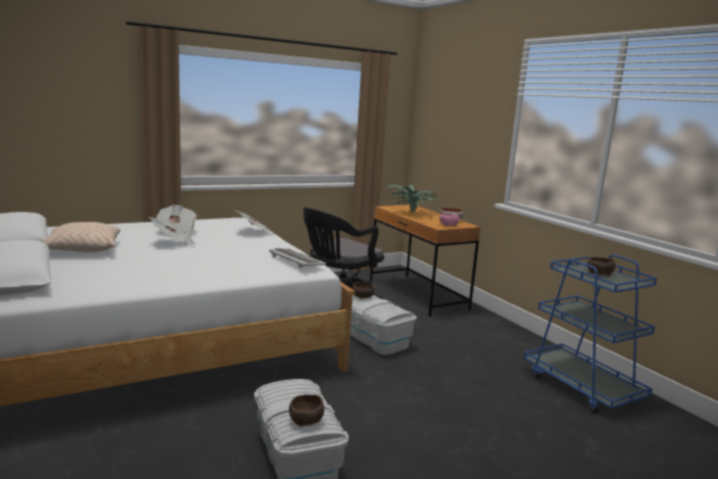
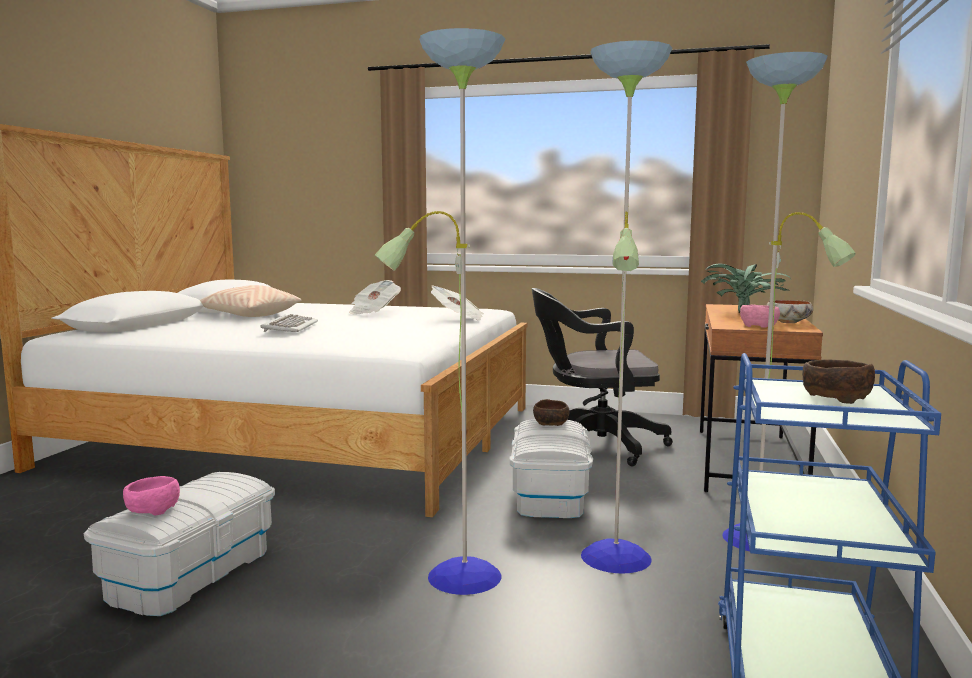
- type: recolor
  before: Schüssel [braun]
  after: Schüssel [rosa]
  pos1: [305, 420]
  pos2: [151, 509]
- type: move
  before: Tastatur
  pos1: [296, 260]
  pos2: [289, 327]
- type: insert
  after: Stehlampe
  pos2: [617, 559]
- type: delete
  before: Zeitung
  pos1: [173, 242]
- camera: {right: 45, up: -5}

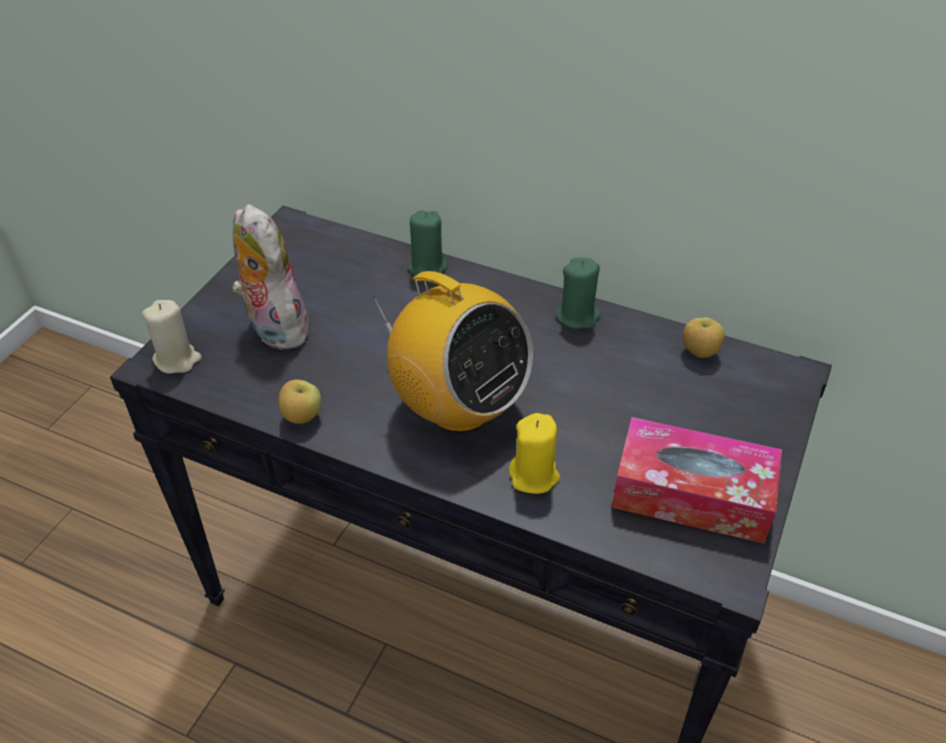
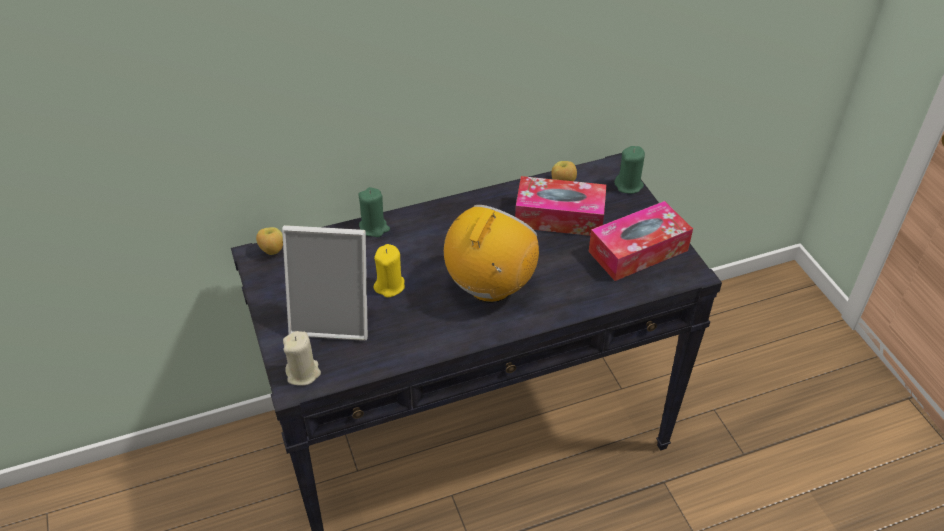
- type: move
  before: Apfel
  pos1: [302, 417]
  pos2: [272, 251]
- type: replace
  before: Plüschtier
  after: Bilderrahmen
  pos1: [273, 327]
  pos2: [334, 317]
- type: move
  before: Kerze [gelb]
  pos1: [534, 475]
  pos2: [390, 286]
- type: rotate
  before: Radio
  pos1: [458, 407]
  pos2: [490, 287]
  turn: -60
- type: insert
  after: Taschentuchbox
  pos2: [559, 217]
- type: move
  before: Kerze [grün]
  pos1: [578, 316]
  pos2: [629, 185]
- camera: {right: -45, up: 0}

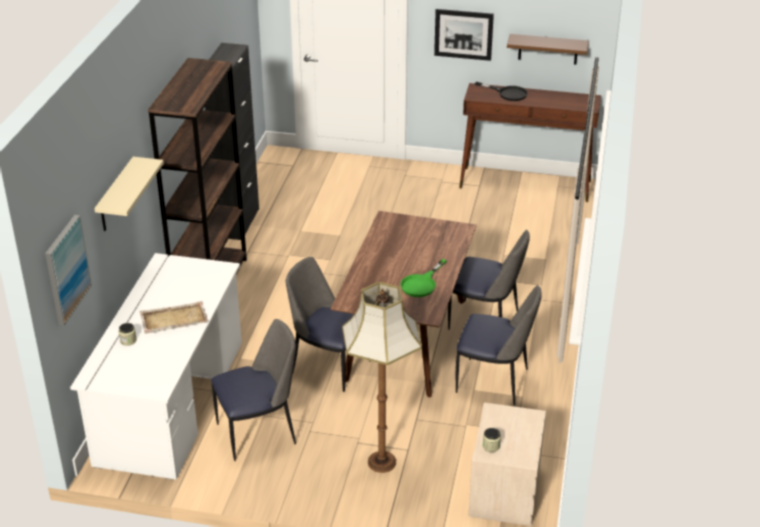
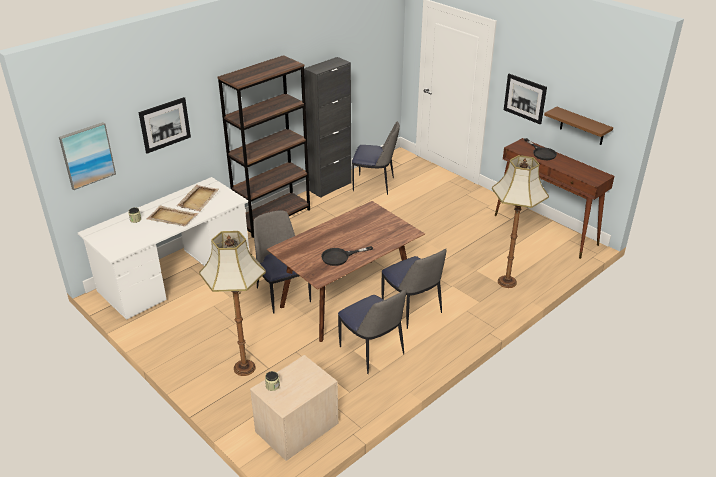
- type: replace
  before: Wandregal [beige]
  after: Bild
  pos1: [116, 196]
  pos2: [165, 125]
- type: insert
  after: Tablett [beige]
  pos2: [198, 199]
- type: recolor
  before: Pfanne [grün]
  after: Pfanne [schwarz]
  pos1: [421, 284]
  pos2: [340, 257]
- type: move
  before: Stuhl
  pos1: [259, 433]
  pos2: [375, 185]
- type: insert
  after: Stehlampe
  pos2: [507, 281]
- camera: {right: 35, up: 0}

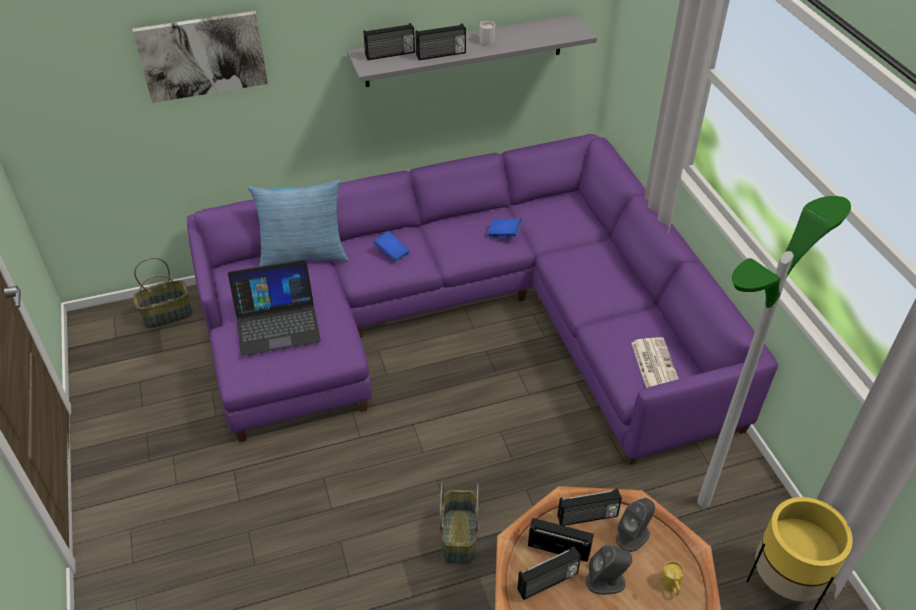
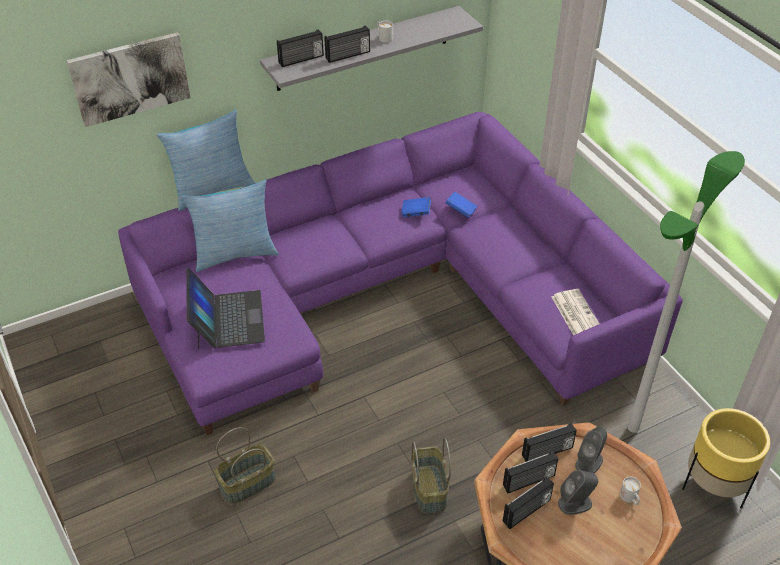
- type: insert
  after: Kissen
  pos2: [212, 190]
- type: rotate
  before: Laptop
  pos1: [277, 323]
  pos2: [227, 319]
  turn: -75
- type: move
  before: Korb
  pos1: [167, 314]
  pos2: [248, 483]
- type: move
  before: Buch [blau]
  pos1: [392, 253]
  pos2: [460, 210]
- type: rotate
  before: Radio
  pos1: [559, 548]
  pos2: [529, 481]
  turn: 150
- type: recolor
  before: Henkelbecher [gelb]
  after: Henkelbecher [weiß]
  pos1: [671, 586]
  pos2: [630, 498]
- camera: {right: -10, up: 0}

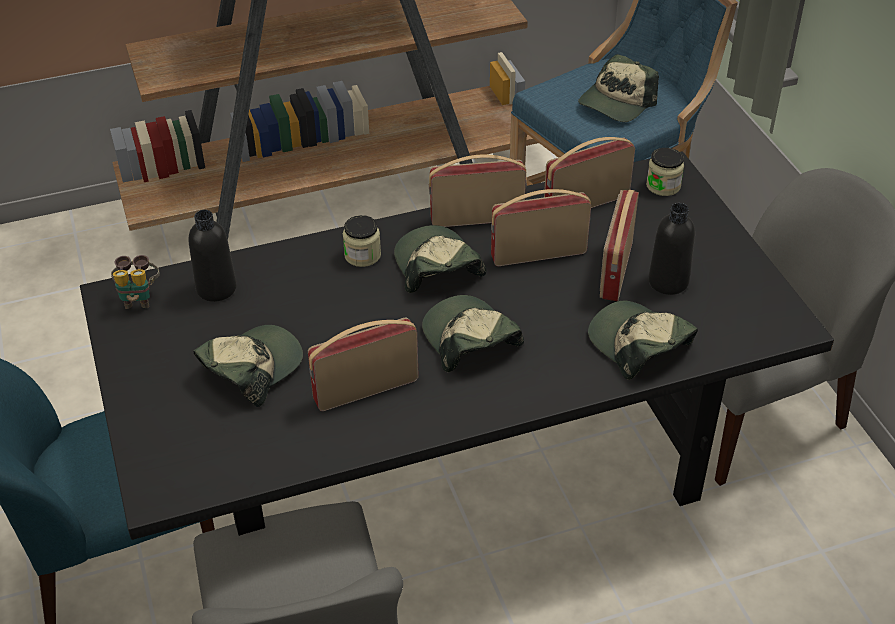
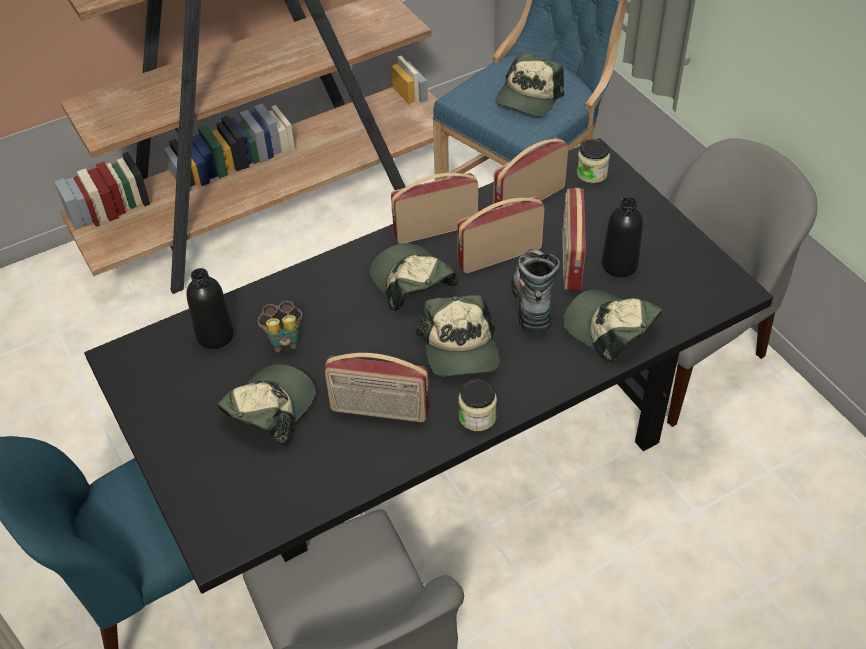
- type: move
  before: Fernglas
  pos1: [138, 298]
  pos2: [284, 340]
- type: rotate
  before: Radio
  pos1: [365, 388]
  pos2: [379, 411]
  turn: -135
- type: rotate
  before: Kappe
  pos1: [470, 340]
  pos2: [460, 348]
  turn: -150
- type: move
  before: Vorratsglas
  pos1: [362, 255]
  pos2: [477, 416]
- type: insert
  after: Stiefel
  pos2: [533, 298]
- camera: {right: -10, up: 5}

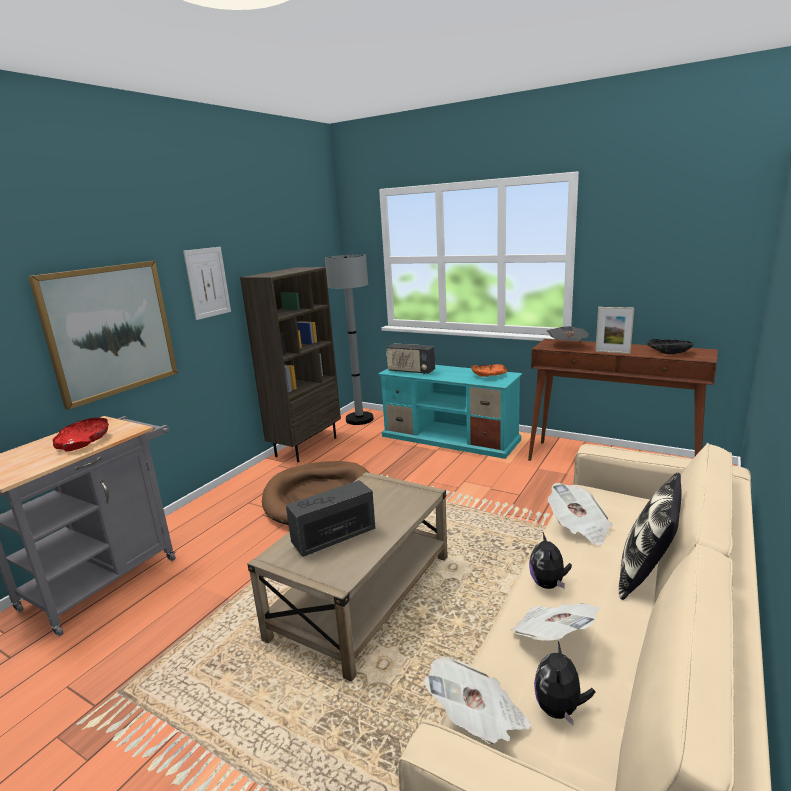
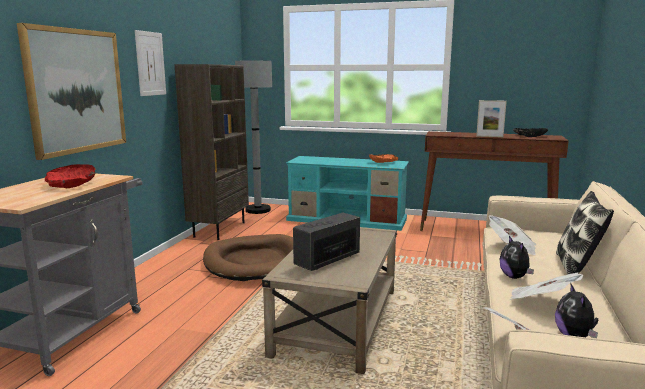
- type: delete
  before: Radio
  pos1: [411, 371]
- type: delete
  before: Zeitung
  pos1: [568, 345]
- camera: {right: -15, up: -5}

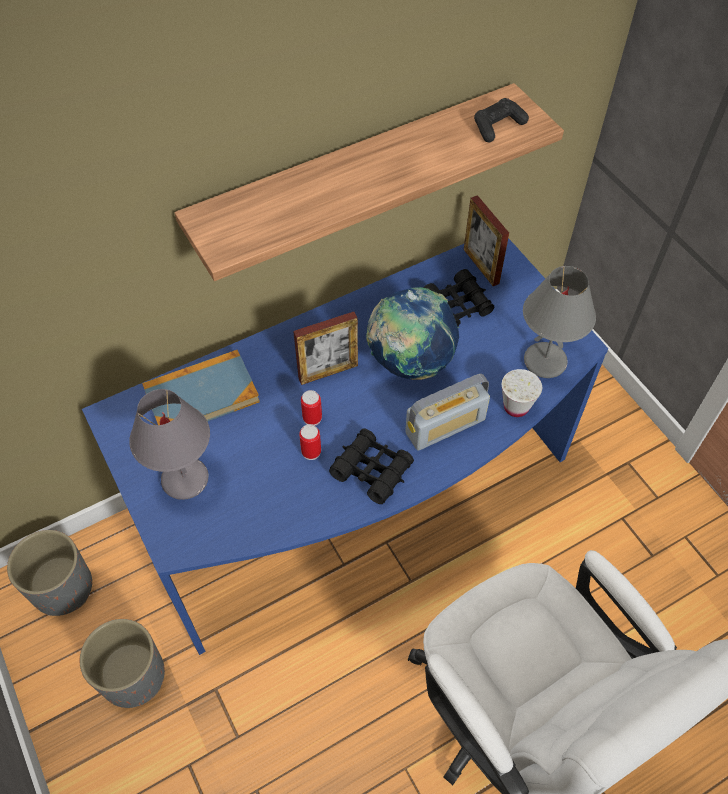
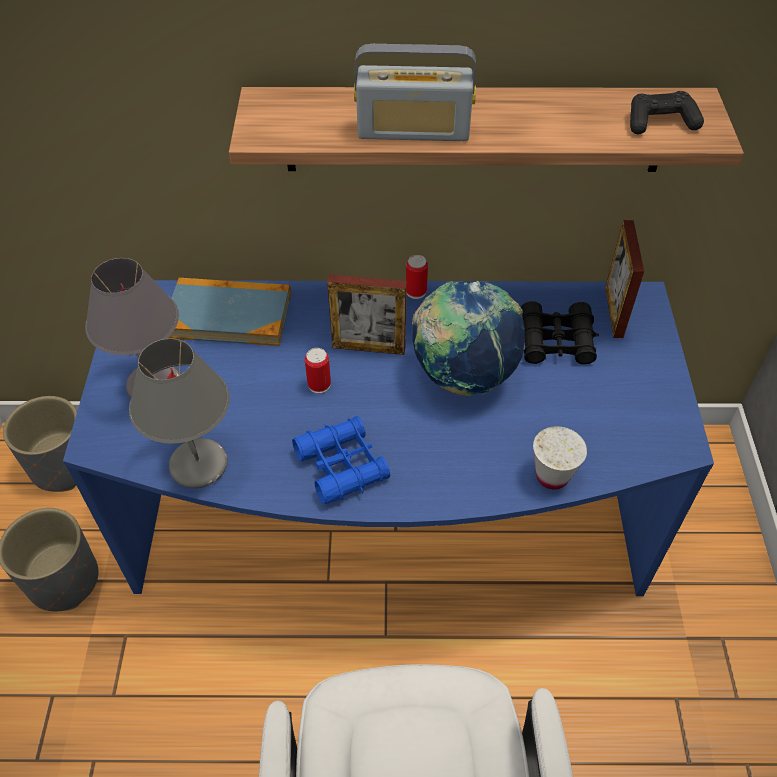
- type: move
  before: Tischlampe [grau]
  pos1: [545, 361]
  pos2: [200, 465]
- type: recolor
  before: Fernglas [schwarz]
  after: Fernglas [blau]
  pos1: [372, 470]
  pos2: [342, 465]
- type: move
  before: Radio
  pos1: [445, 426]
  pos2: [413, 130]
- type: move
  before: Dose
  pos1: [311, 451]
  pos2: [416, 291]
- camera: {right: 30, up: -5}

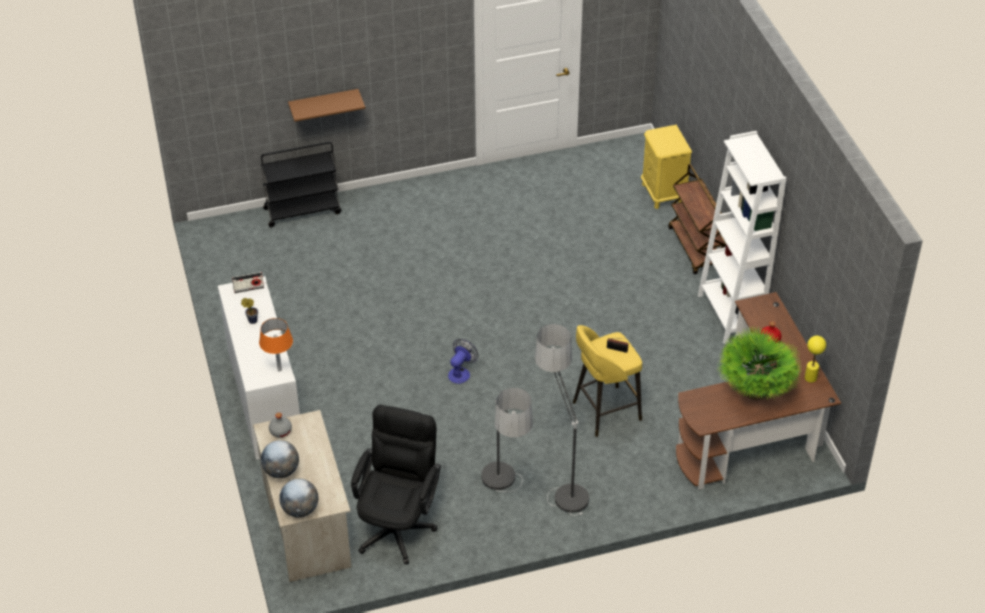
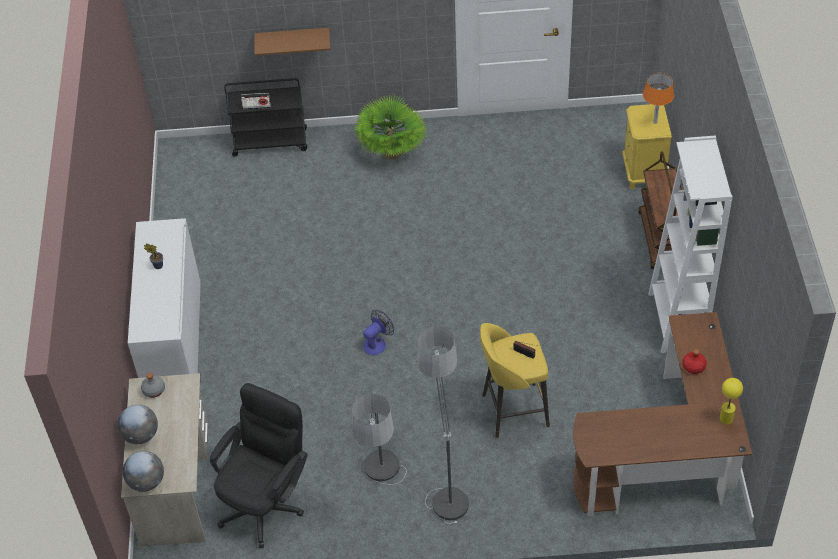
- type: move
  before: Radio
  pos1: [248, 288]
  pos2: [257, 107]
- type: move
  before: Topfpflanze
  pos1: [755, 392]
  pos2: [392, 152]
- type: move
  before: Tischlampe [orange]
  pos1: [279, 370]
  pos2: [655, 122]
- camera: {right: 15, up: 5}

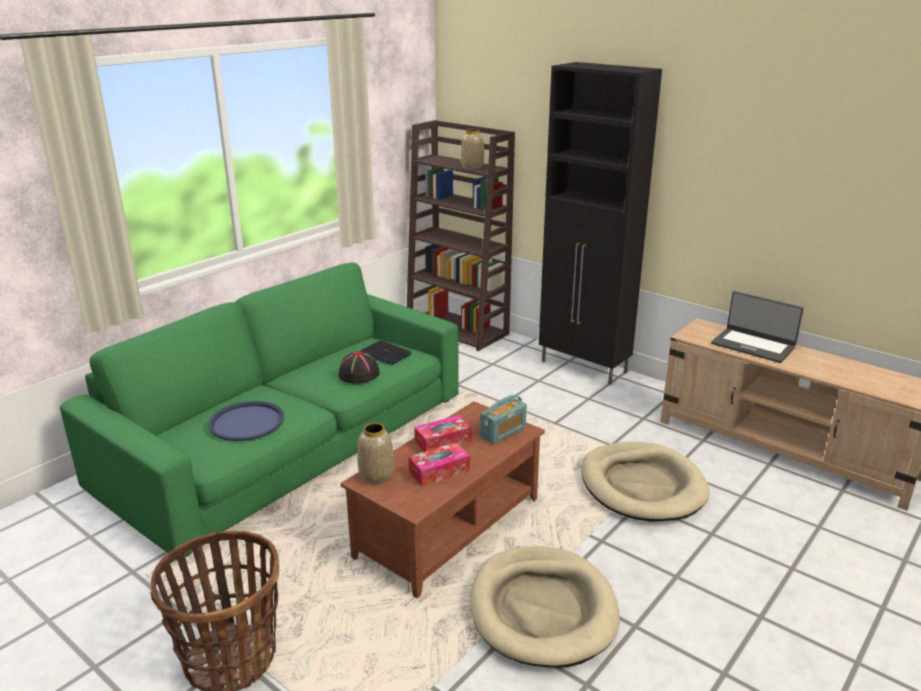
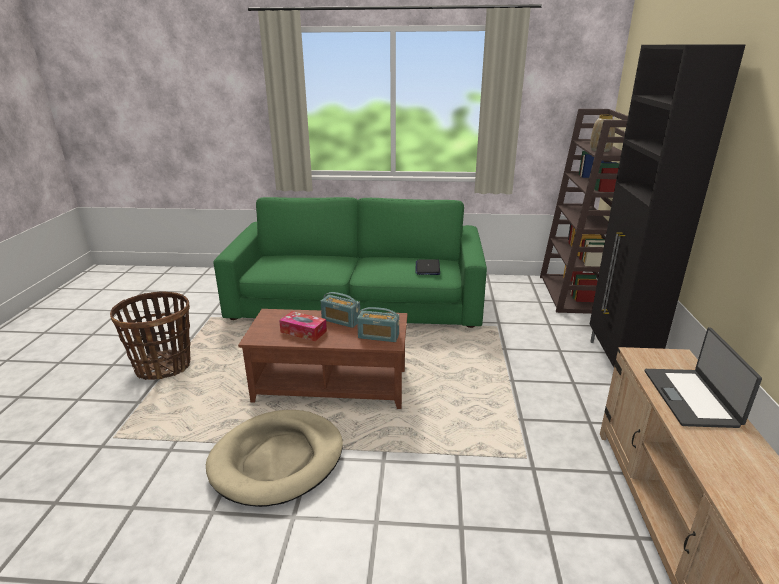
- type: replace
  before: Taschentuchbox
  after: Radio
  pos1: [443, 441]
  pos2: [341, 320]
- type: delete
  before: Tablett [blau]
  pos1: [246, 422]
- type: delete
  before: Hut [schwarz]
  pos1: [358, 374]
- type: delete
  before: Vase
  pos1: [377, 476]
- type: delete
  before: Hundebett [beige]
  pos1: [642, 486]
- camera: {right: 55, up: 0}

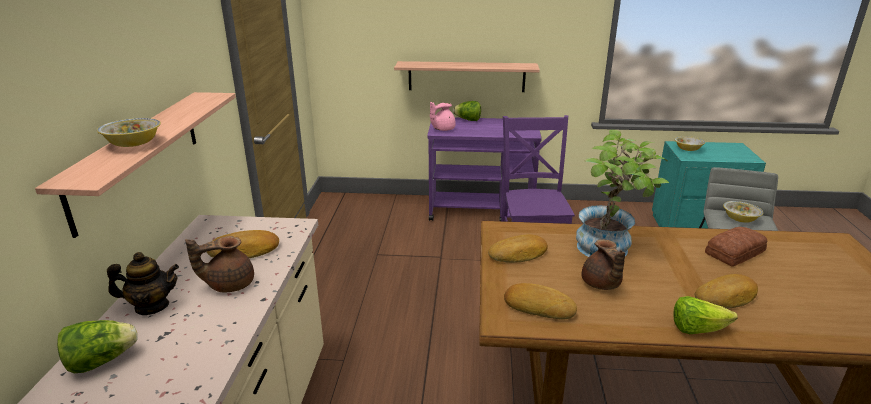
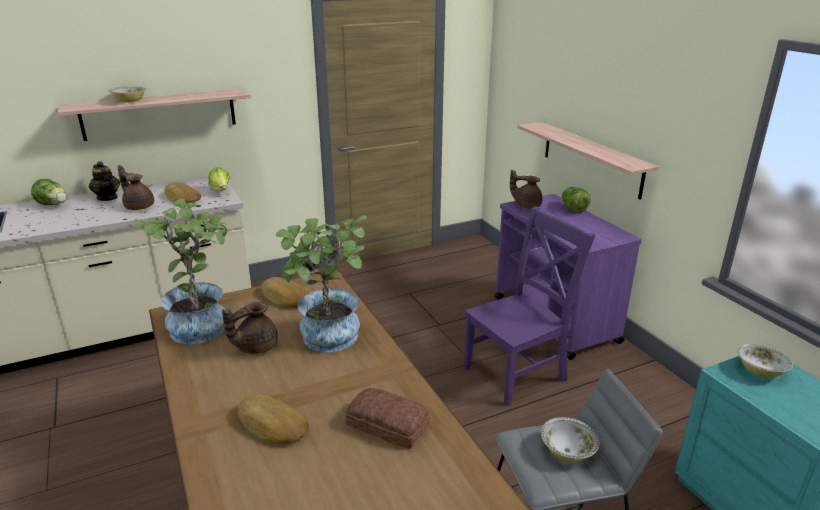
- type: replace
  before: Brot
  after: Topfpflanze
  pos1: [539, 306]
  pos2: [201, 324]
- type: move
  before: Salatkopf
  pos1: [697, 329]
  pos2: [221, 191]
- type: recolor
  before: Teekanne [rosa]
  after: Teekanne [braun]
  pos1: [442, 129]
  pos2: [526, 205]
- camera: {right: 60, up: 0}

